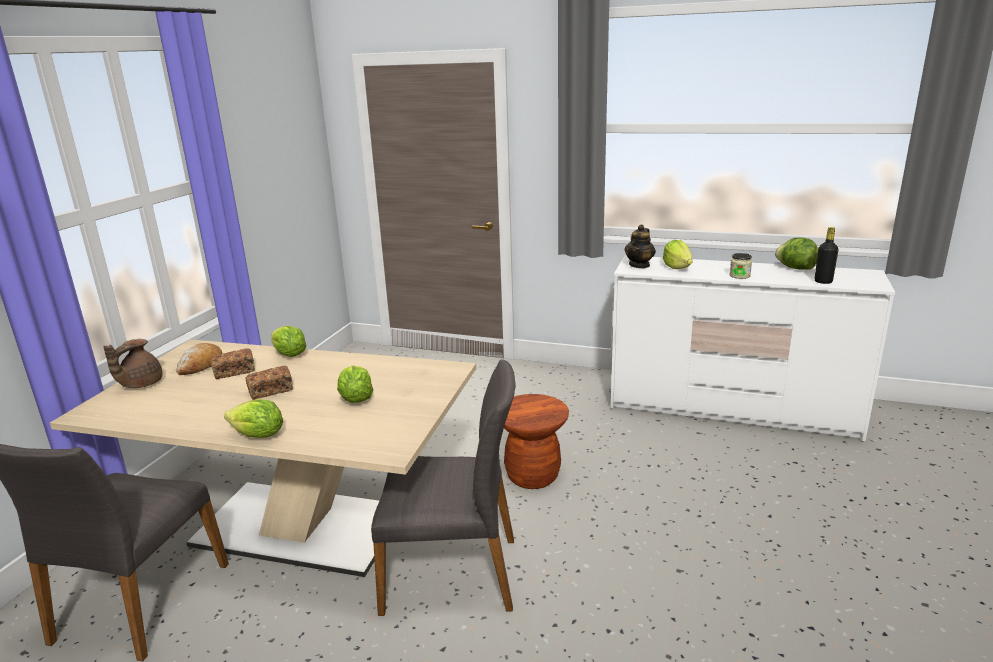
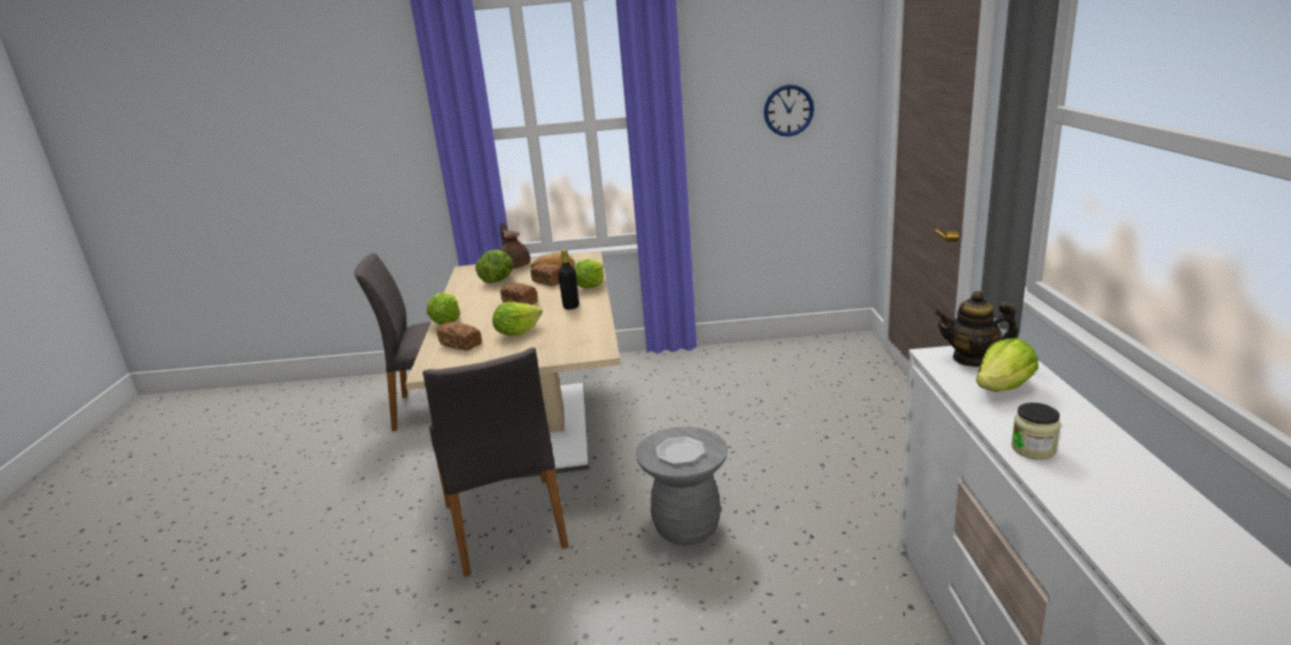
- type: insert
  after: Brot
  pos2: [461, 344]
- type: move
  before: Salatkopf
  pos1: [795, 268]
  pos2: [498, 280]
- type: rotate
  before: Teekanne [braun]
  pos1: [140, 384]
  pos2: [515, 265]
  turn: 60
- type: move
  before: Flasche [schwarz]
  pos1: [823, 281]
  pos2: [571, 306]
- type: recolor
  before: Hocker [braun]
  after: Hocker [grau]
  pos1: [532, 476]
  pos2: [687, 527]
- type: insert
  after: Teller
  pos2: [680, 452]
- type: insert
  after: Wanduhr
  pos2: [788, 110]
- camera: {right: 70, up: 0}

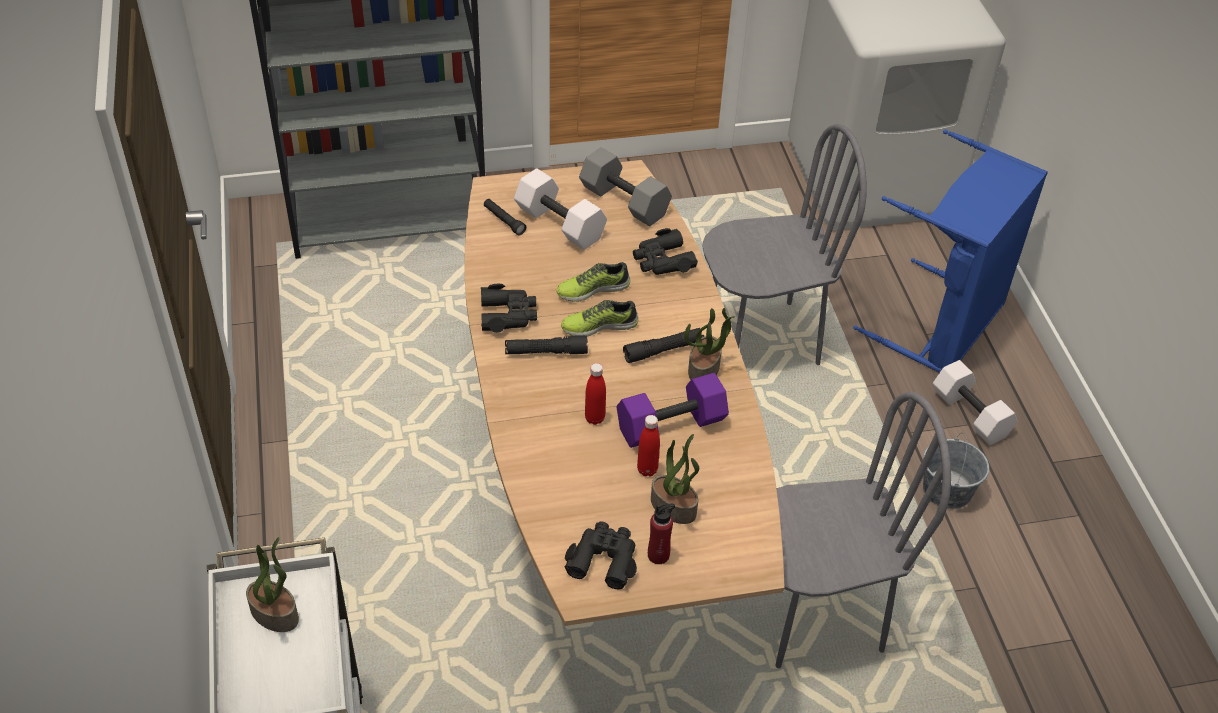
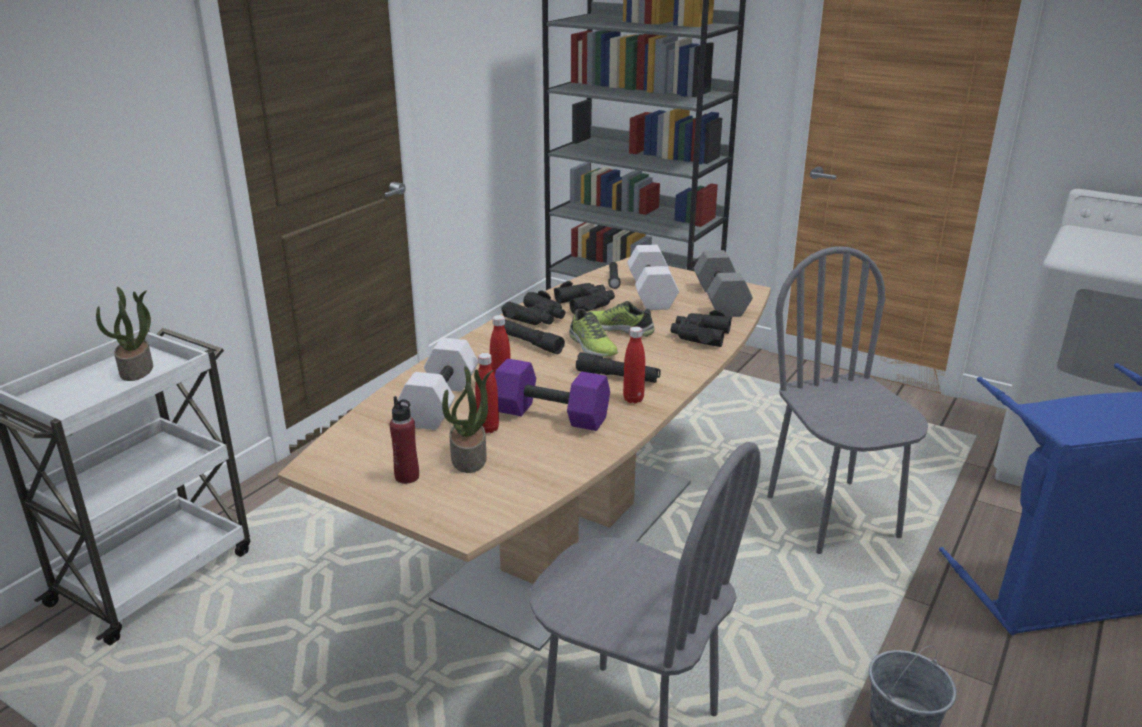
- type: move
  before: Hantel [weiß]
  pos1: [969, 414]
  pos2: [439, 402]
- type: move
  before: Fernglas [schwarz]
  pos1: [603, 559]
  pos2: [586, 303]
- type: rotate
  before: Schuh
  pos1: [599, 325]
  pos2: [591, 346]
  turn: -150
- type: replace
  before: Topfpflanze
  after: Flasche [rot]
  pos1: [704, 369]
  pos2: [633, 399]
- type: rotate
  before: Stuhl [grau]
  pos1: [761, 341]
  pos2: [833, 517]
  turn: -135
- camera: {right: 45, up: -20}

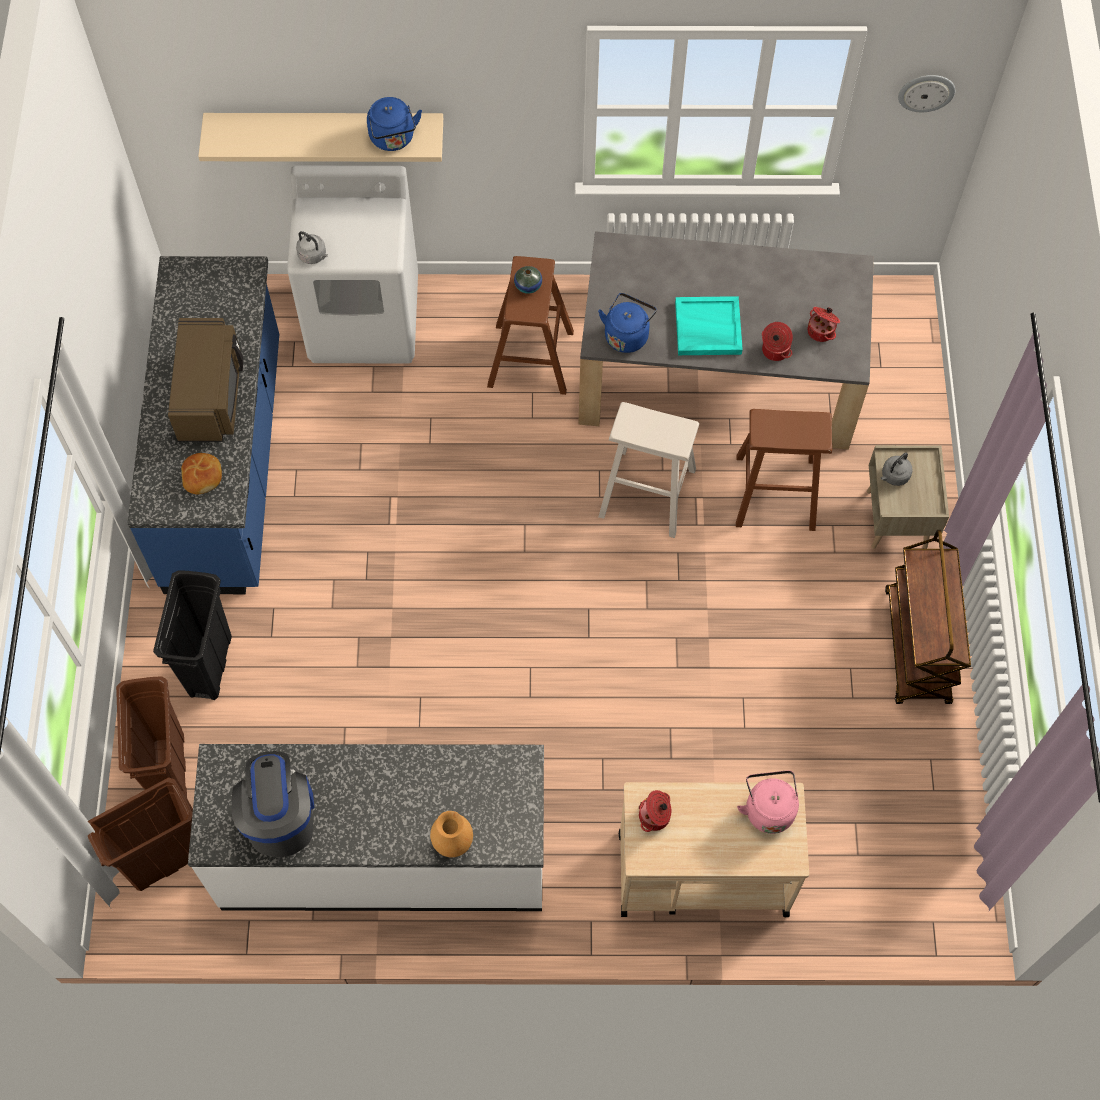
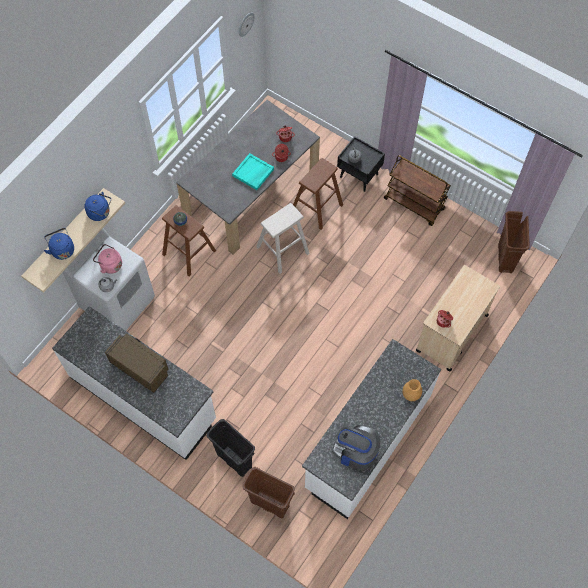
- type: move
  before: Wasserkessel [blau]
  pos1: [627, 334]
  pos2: [62, 249]
- type: recolor
  before: Küchenzeile [blau]
  after: Küchenzeile [weiß]
  pos1: [227, 464]
  pos2: [144, 398]
- type: move
  before: Wasserkessel [rosa]
  pos1: [768, 808]
  pos2: [110, 265]
- type: recolor
  before: Nachttisch [beige]
  after: Nachttisch [schwarz]
  pos1: [897, 520]
  pos2: [359, 175]
- type: move
  before: Mülleimer [braun]
  pos1: [166, 861]
  pos2: [505, 259]
- type: delete
  before: Brot
  pos1: [203, 476]
- camera: {right: -55, up: 0}

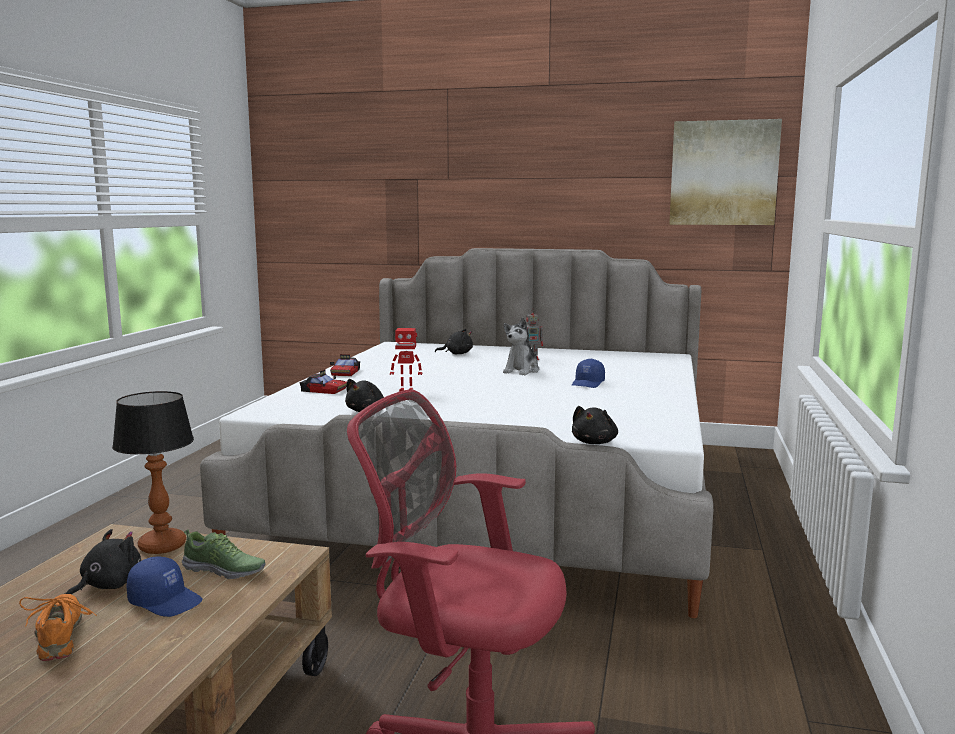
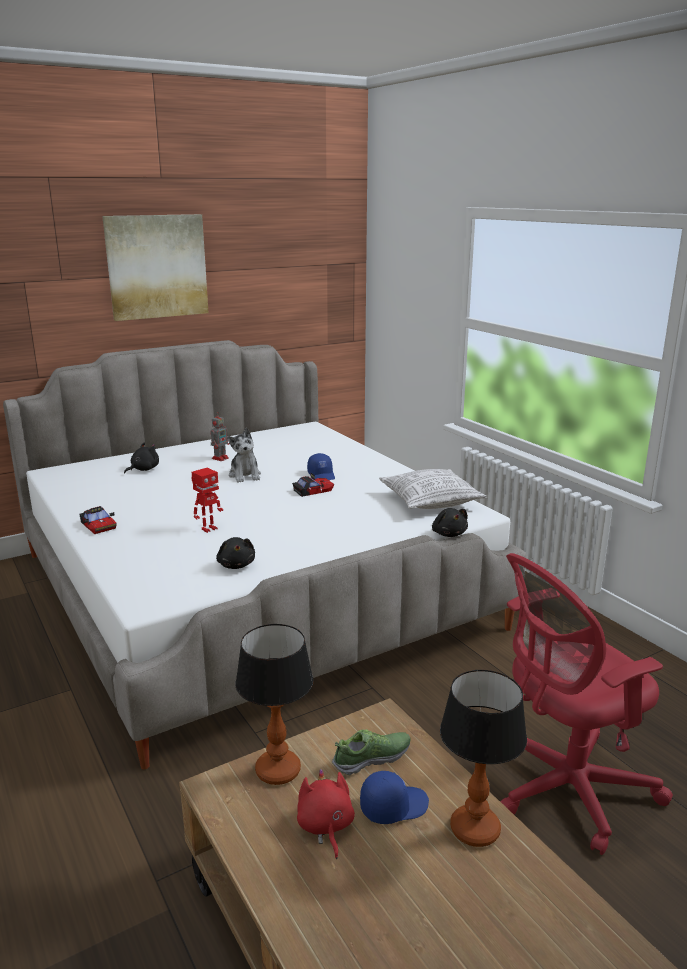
- type: move
  before: Bild
  pos1: [723, 173]
  pos2: [157, 266]
- type: move
  before: Spielzeugauto
  pos1: [324, 390]
  pos2: [313, 490]
- type: recolor
  before: Plüschtier [schwarz]
  after: Plüschtier [rot]
  pos1: [108, 586]
  pos2: [325, 826]
- type: insert
  after: Kissen
  pos2: [430, 501]
- type: insert
  after: Tischlampe
  pos2: [473, 829]
- type: delete
  before: Schuh [orange]
  pos1: [61, 636]
- camera: {right: -45, up: 10}

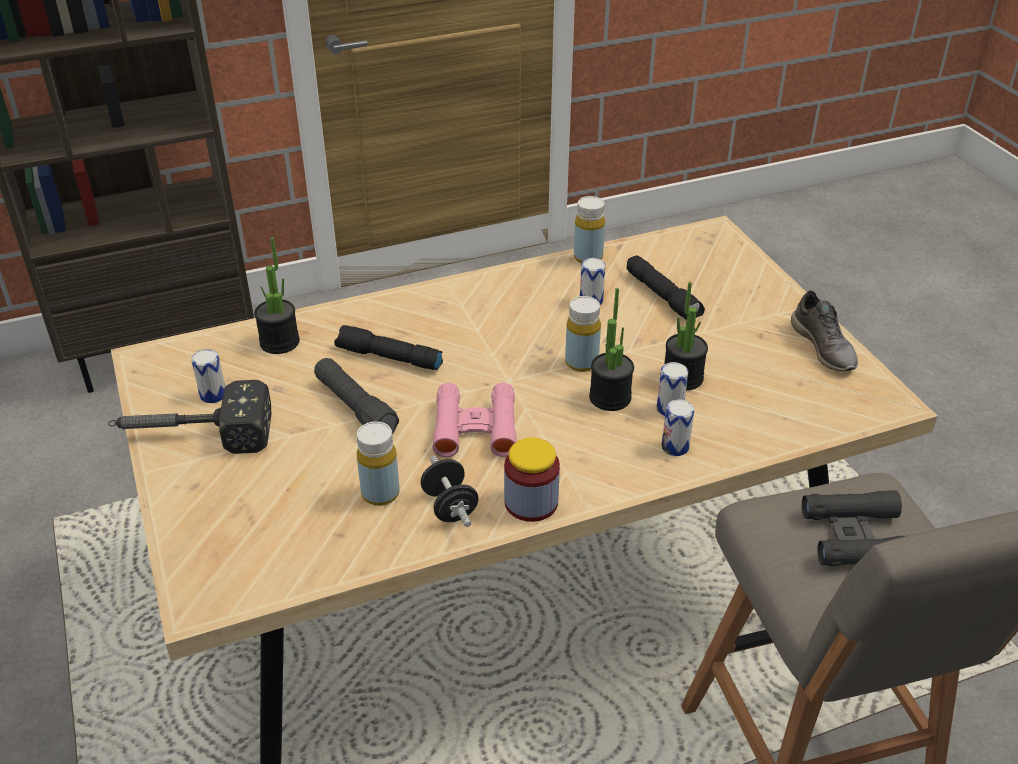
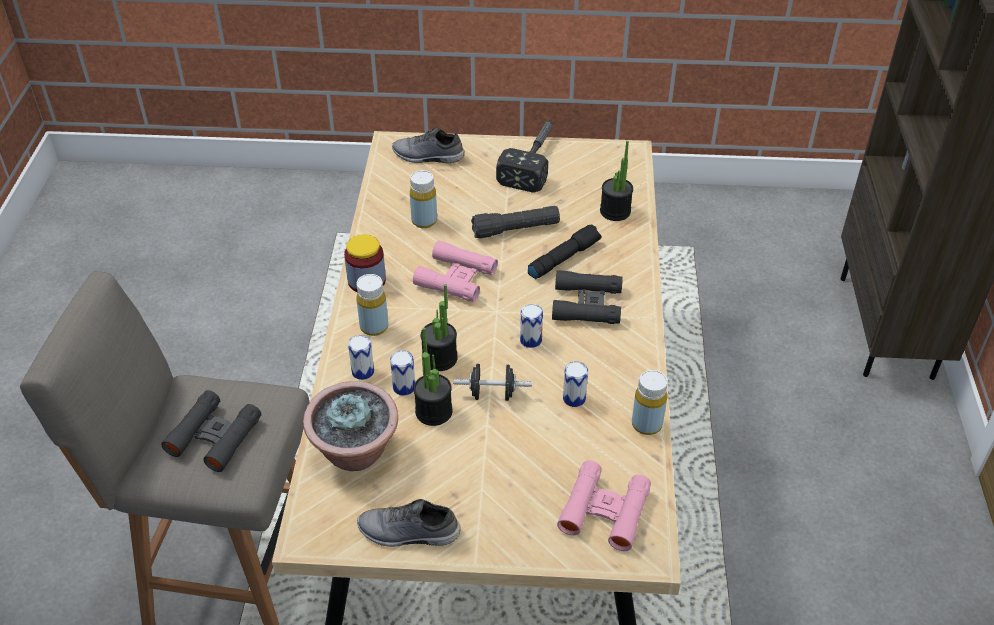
- type: insert
  after: Topfpflanze
  pos2: [356, 453]
- type: move
  before: Flasche [gelb]
  pos1: [581, 362]
  pos2: [374, 327]
- type: insert
  after: Schuh [grau]
  pos2: [427, 157]
- type: move
  before: Hantel [schwarz]
  pos1: [450, 507]
  pos2: [492, 394]
- type: move
  before: Dose
  pos1: [213, 395]
  pos2: [531, 340]
- type: insert
  after: Fernglas [schwarz]
  pos2: [587, 304]
- type: insert
  after: Fernglas [rosa]
  pos2: [604, 511]
- type: delete
  before: Taschenlampe [schwarz]
  pos1: [663, 296]
- camera: {right: 115, up: 5}

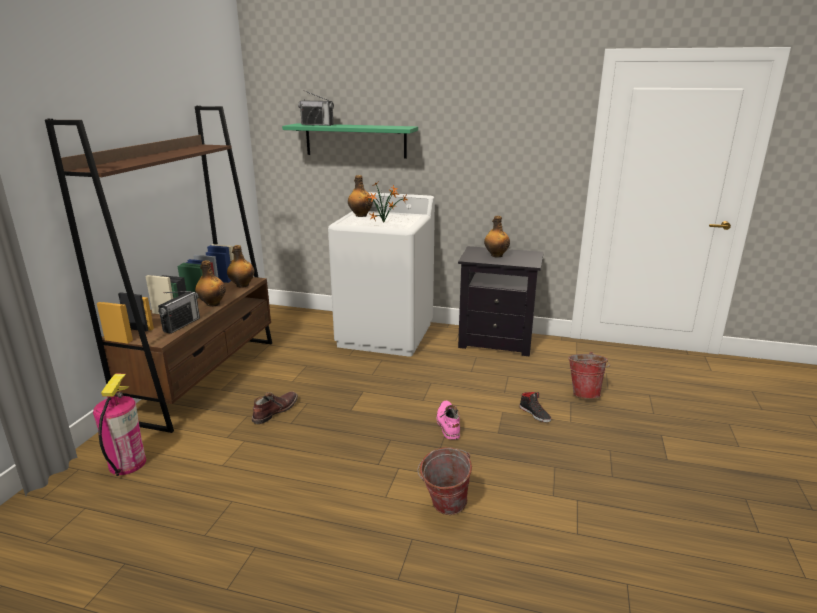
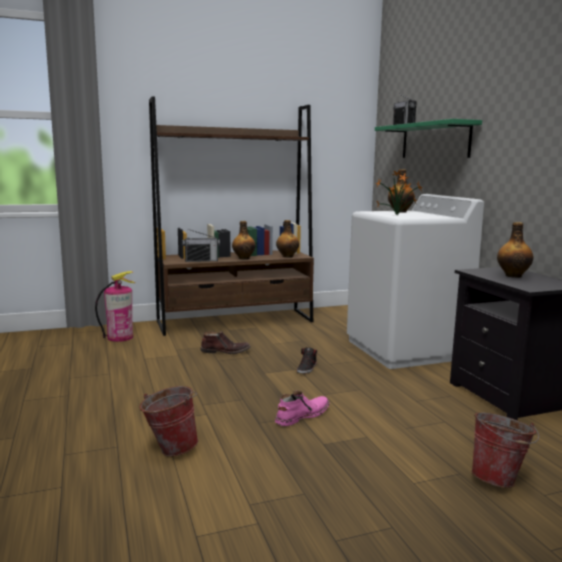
- type: move
  before: Schuh [schwarz]
  pos1: [535, 413]
  pos2: [307, 368]
- camera: {right: 55, up: -10}

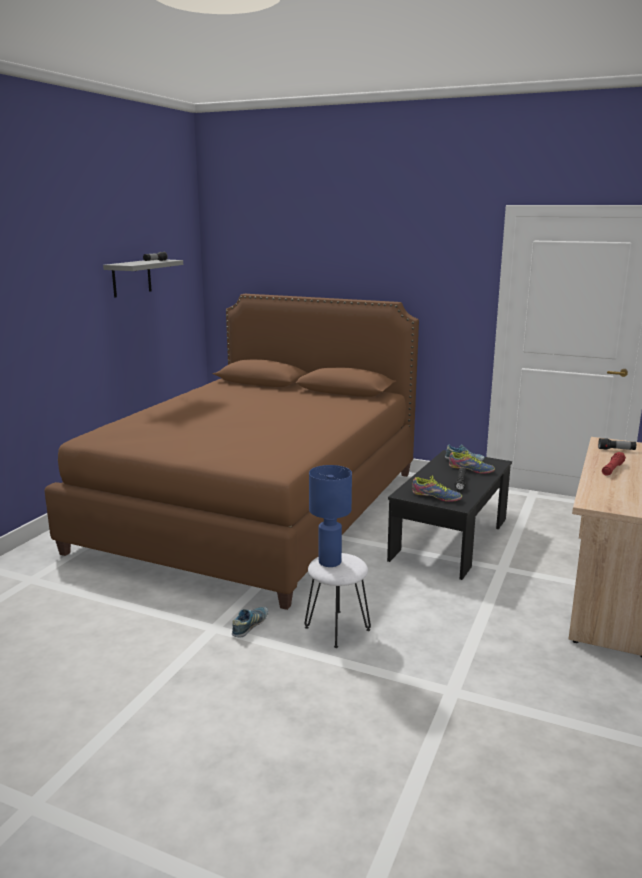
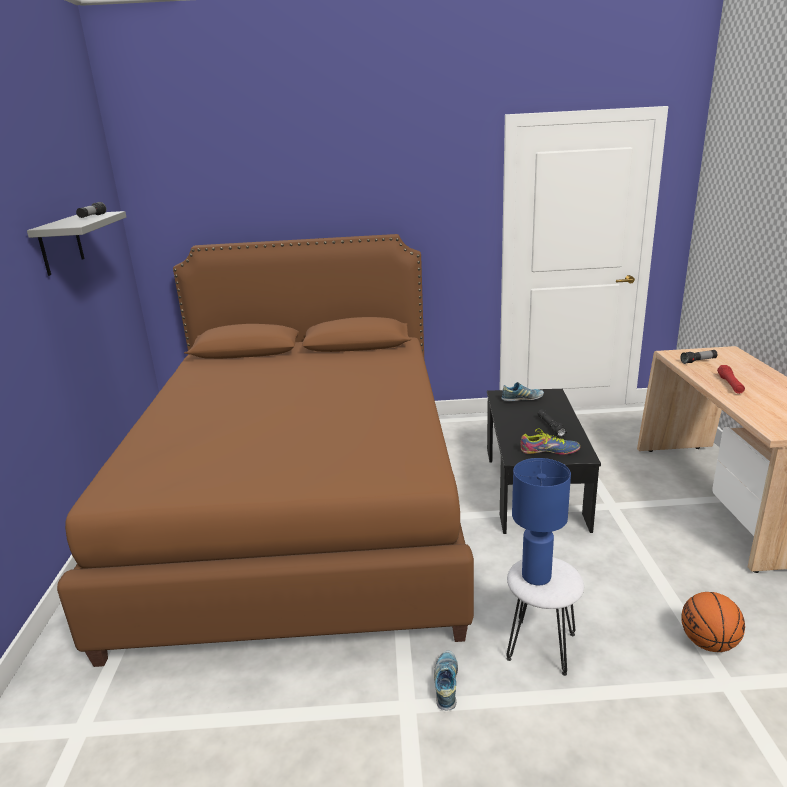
- type: insert
  after: Basketball
  pos2: [708, 643]
- type: delete
  before: Schuh
  pos1: [471, 469]
- camera: {right: -25, up: 5}

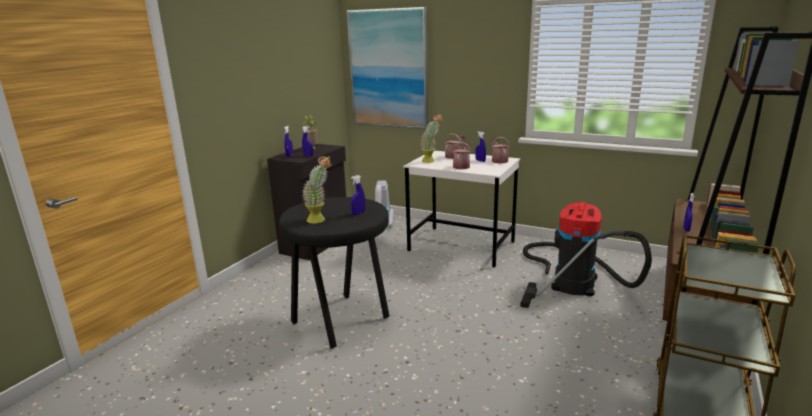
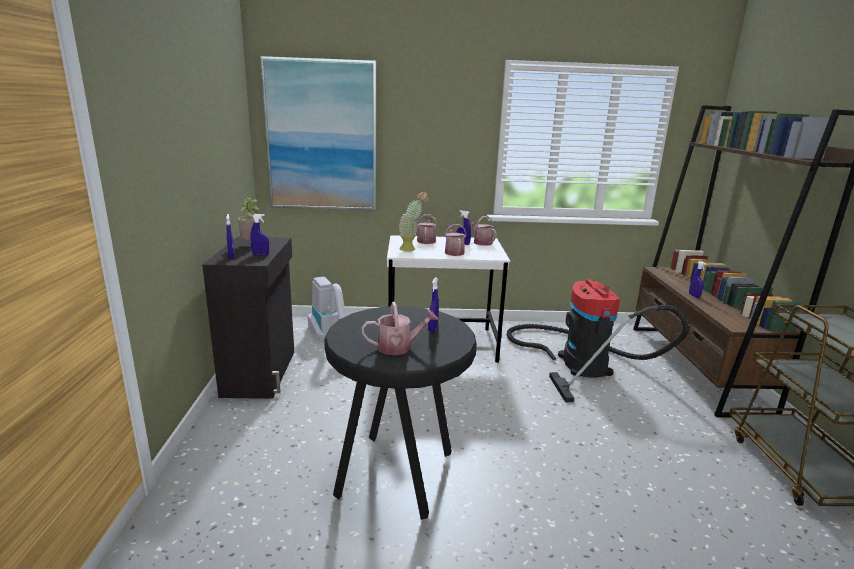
- type: replace
  before: Topfpflanze
  after: Gießkanne
  pos1: [320, 220]
  pos2: [399, 347]
- camera: {right: -30, up: 0}

